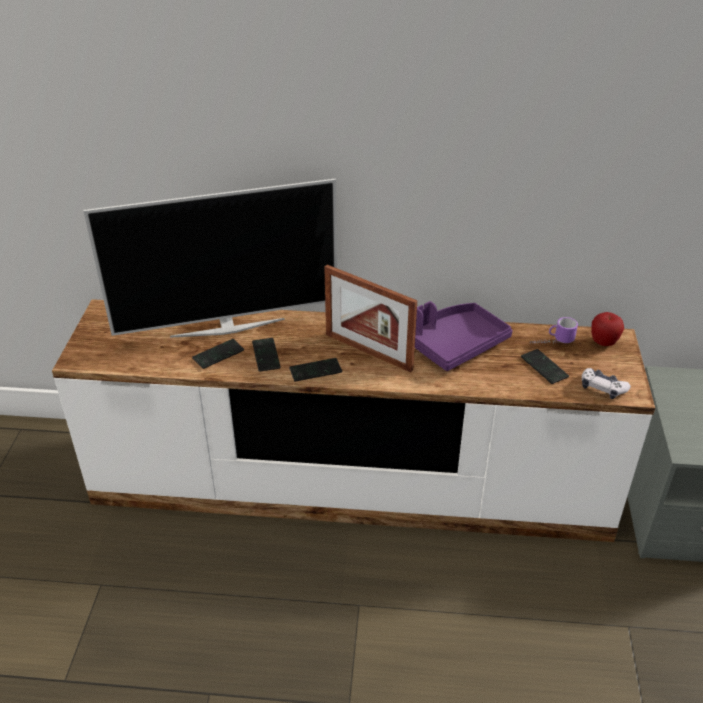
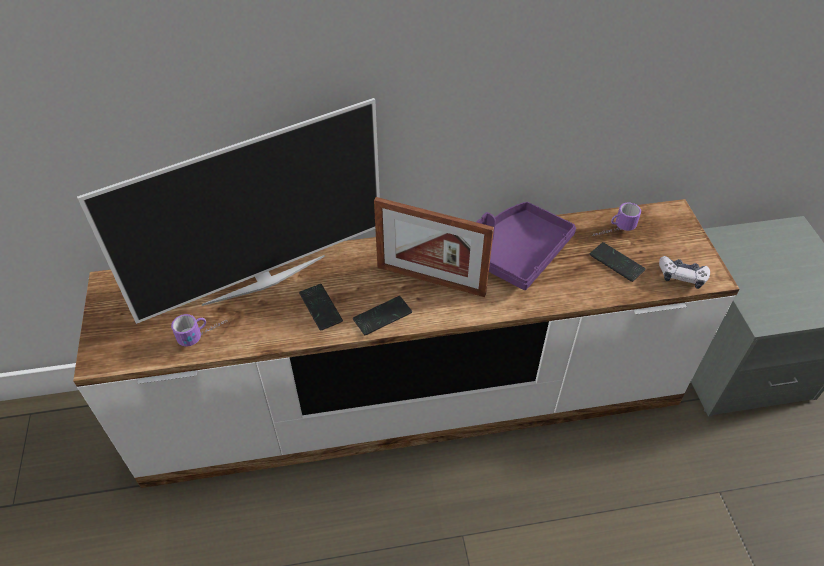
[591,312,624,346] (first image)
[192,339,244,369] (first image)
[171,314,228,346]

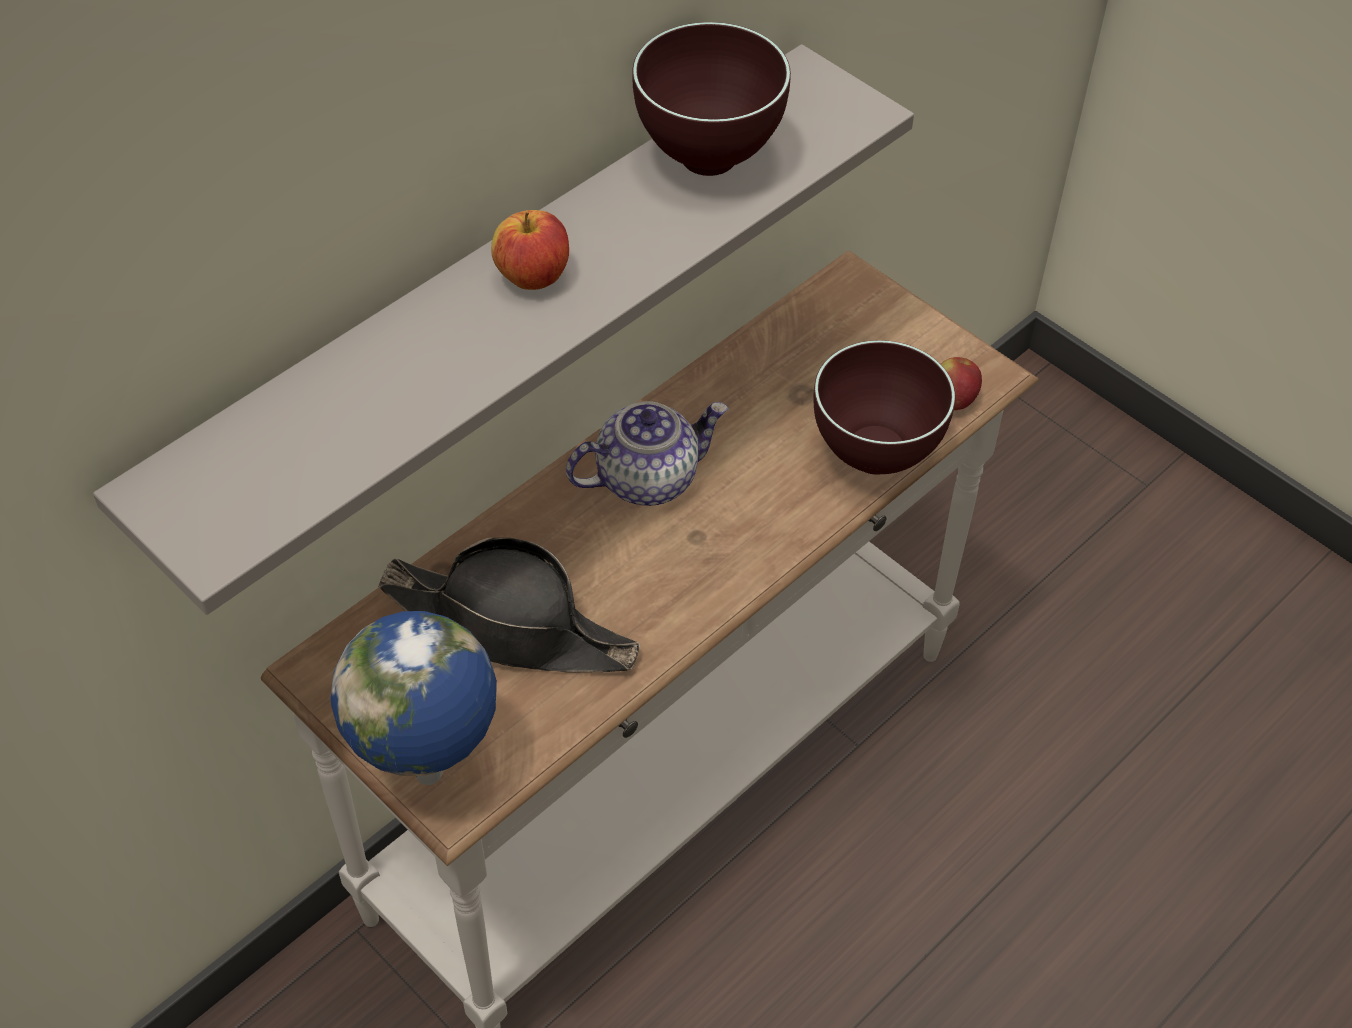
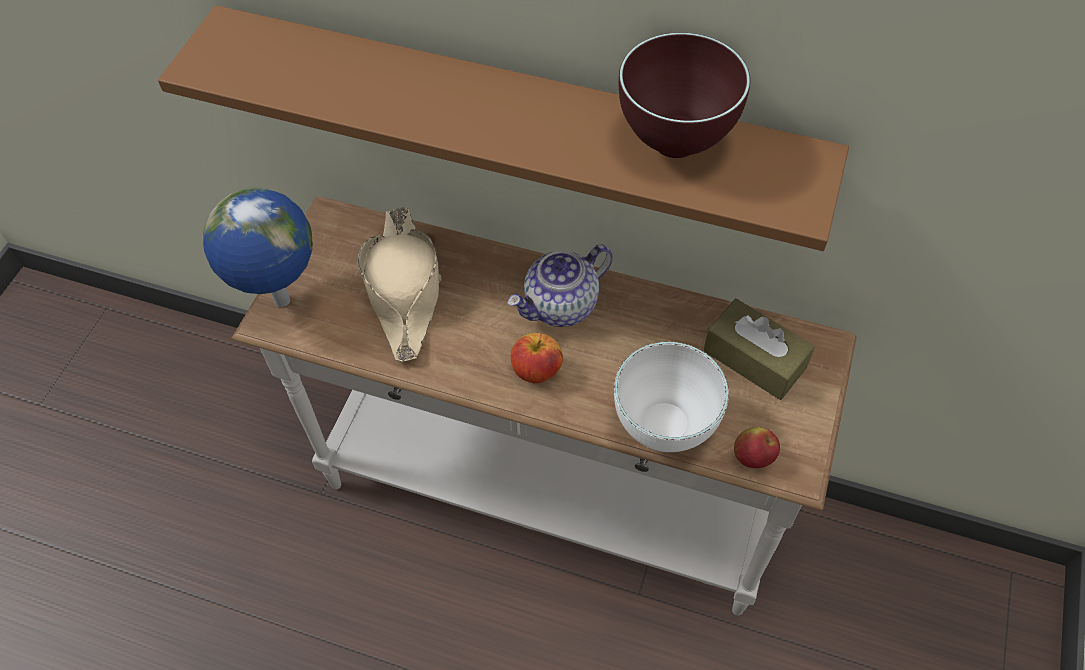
[158,5,849,251]
[510,333,563,384]
[614,342,729,452]
[507,244,613,327]
[358,207,442,362]
[704,298,815,400]

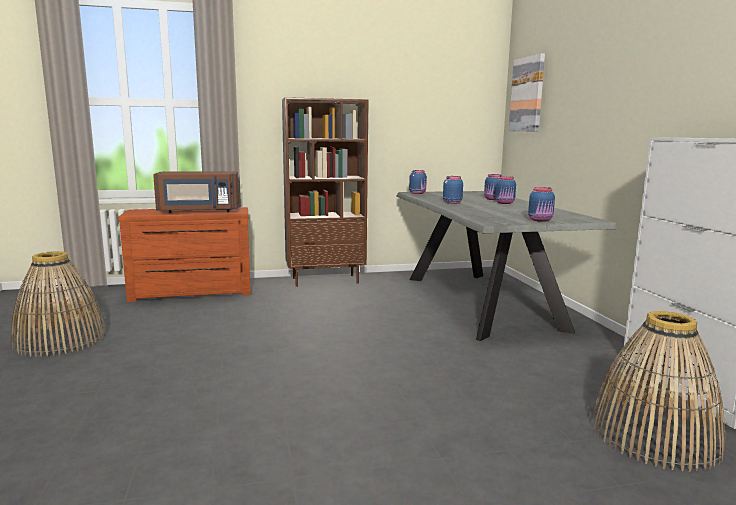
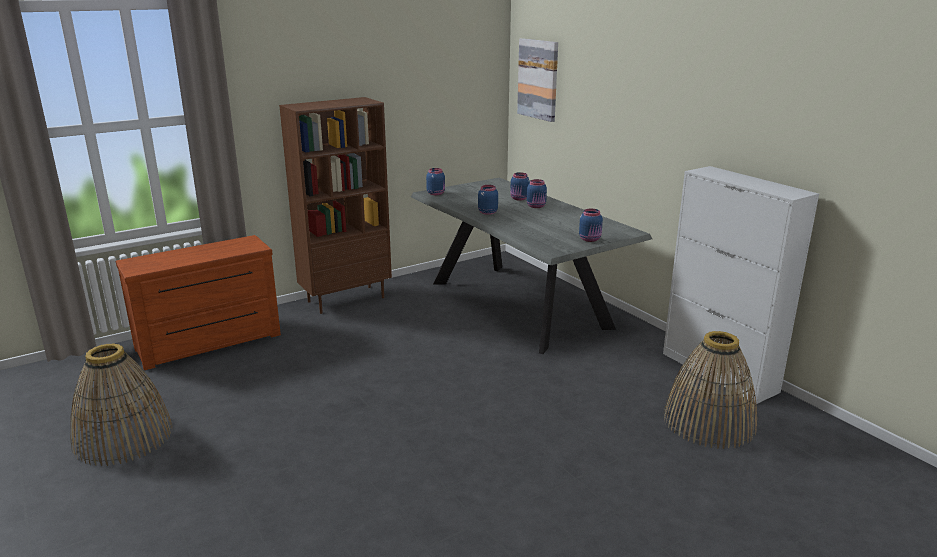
[153,172,239,213] (first image)

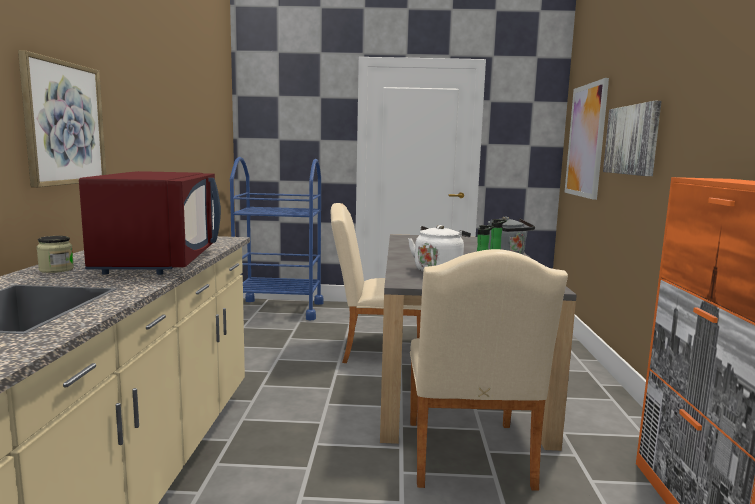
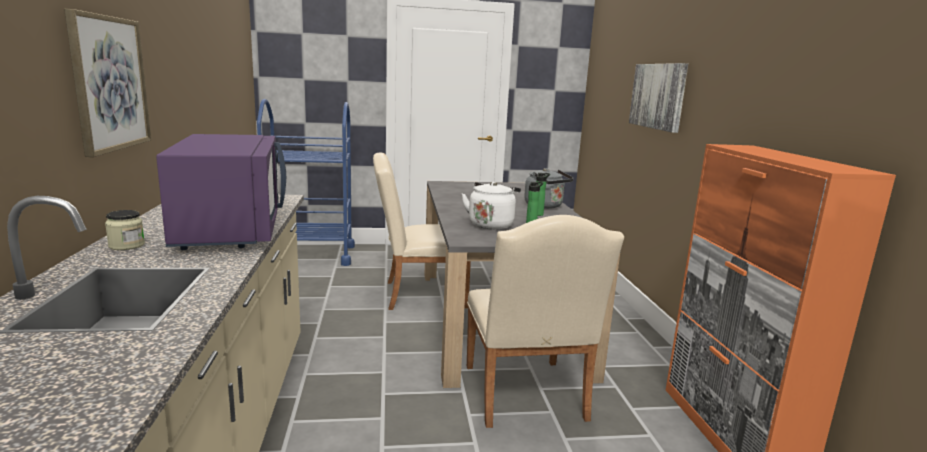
[564,78,609,200] (first image)
[156,134,286,250]

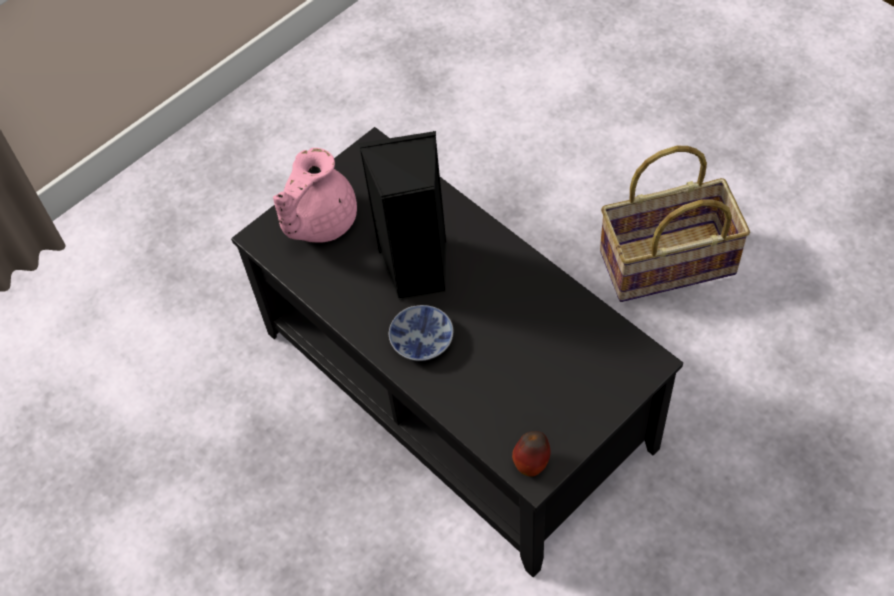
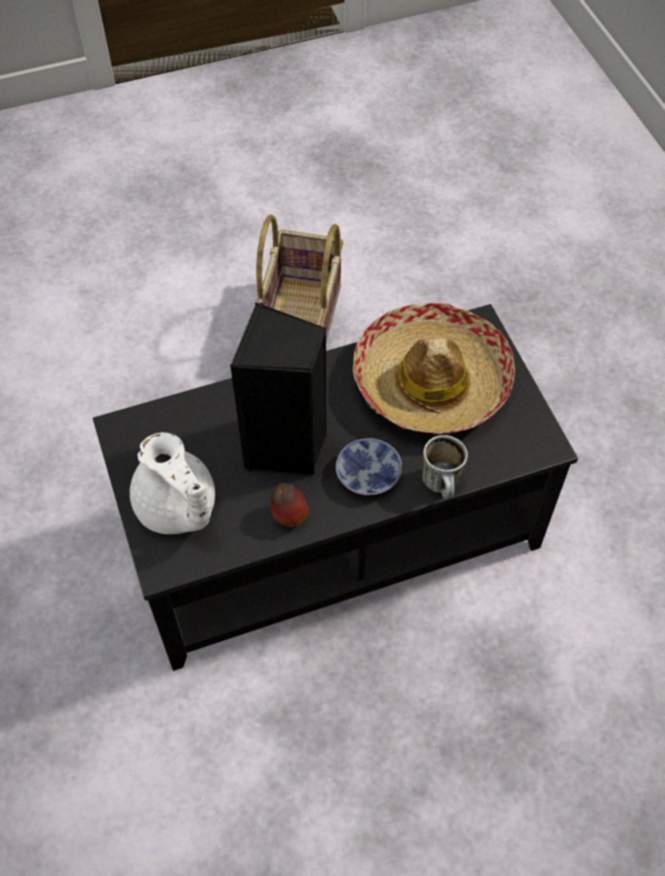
[130,432,215,534]
[271,483,308,527]
[353,303,515,434]
[422,435,468,499]

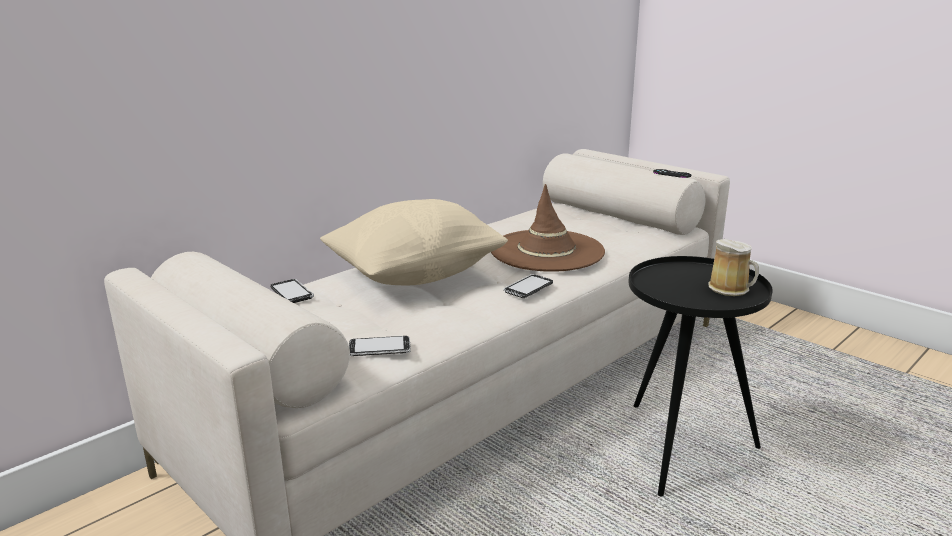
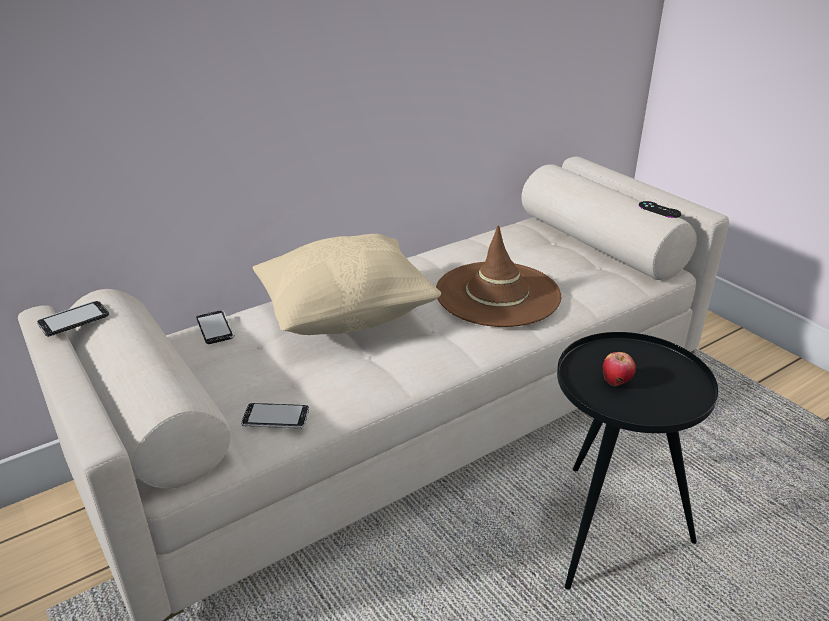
[709,239,759,296] (first image)
[37,301,109,337]
[603,352,636,386]

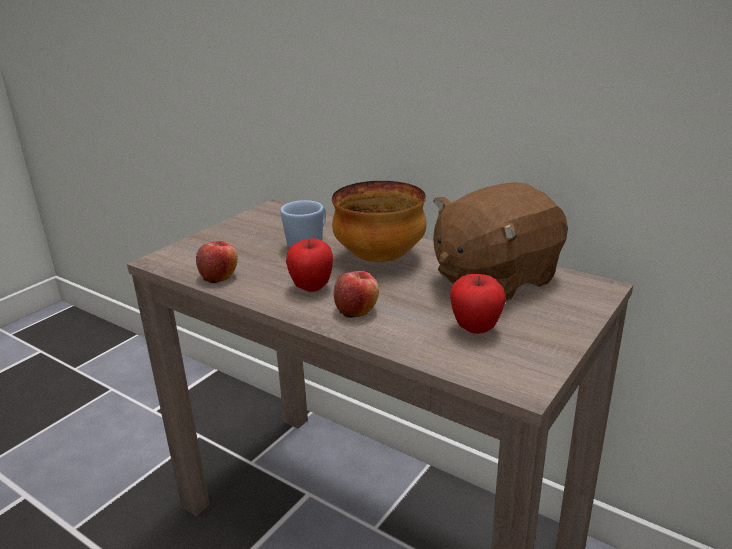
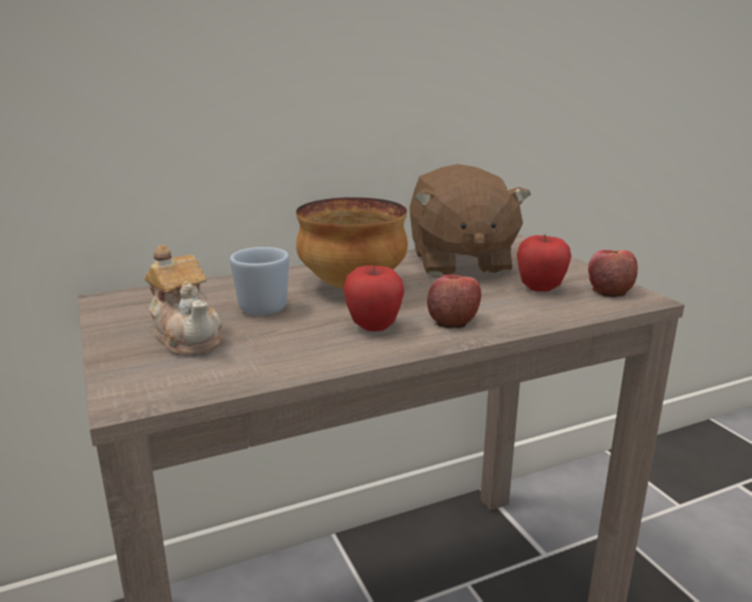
[588,250,638,297]
[144,245,222,356]

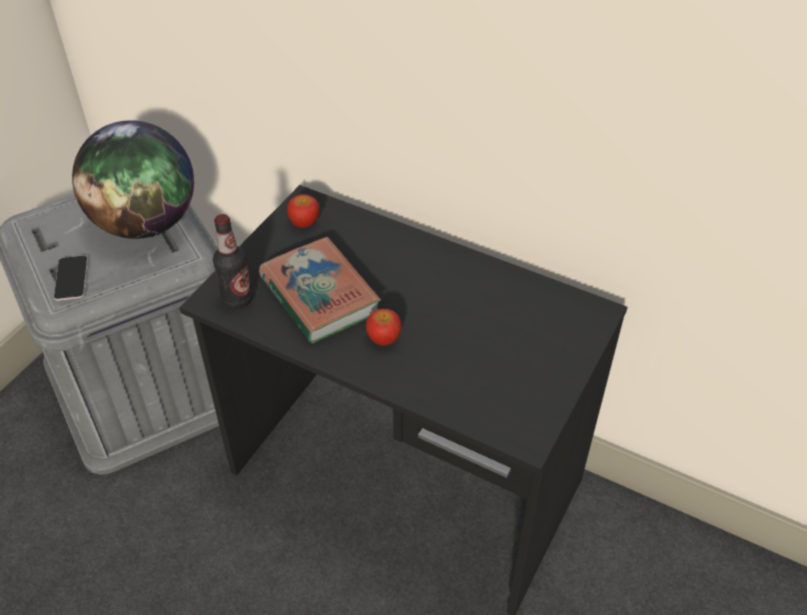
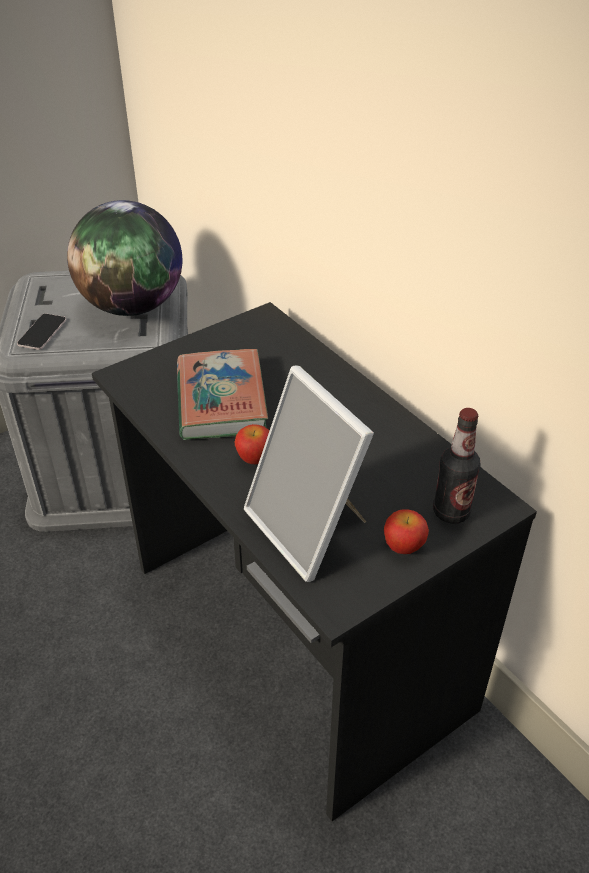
[384,509,429,554]
[433,408,481,524]
[244,366,374,582]

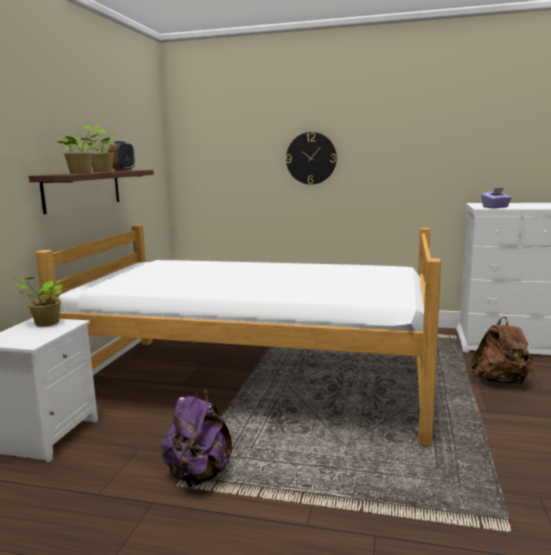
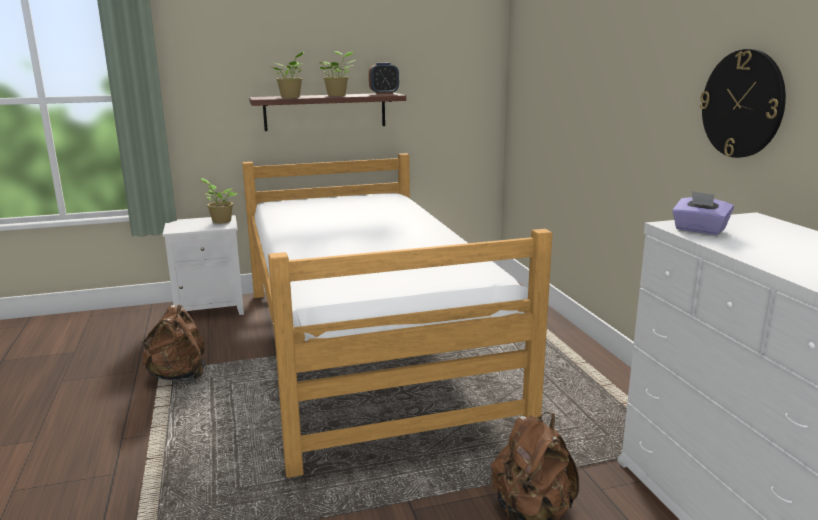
[700,49,786,158]
[141,305,205,380]

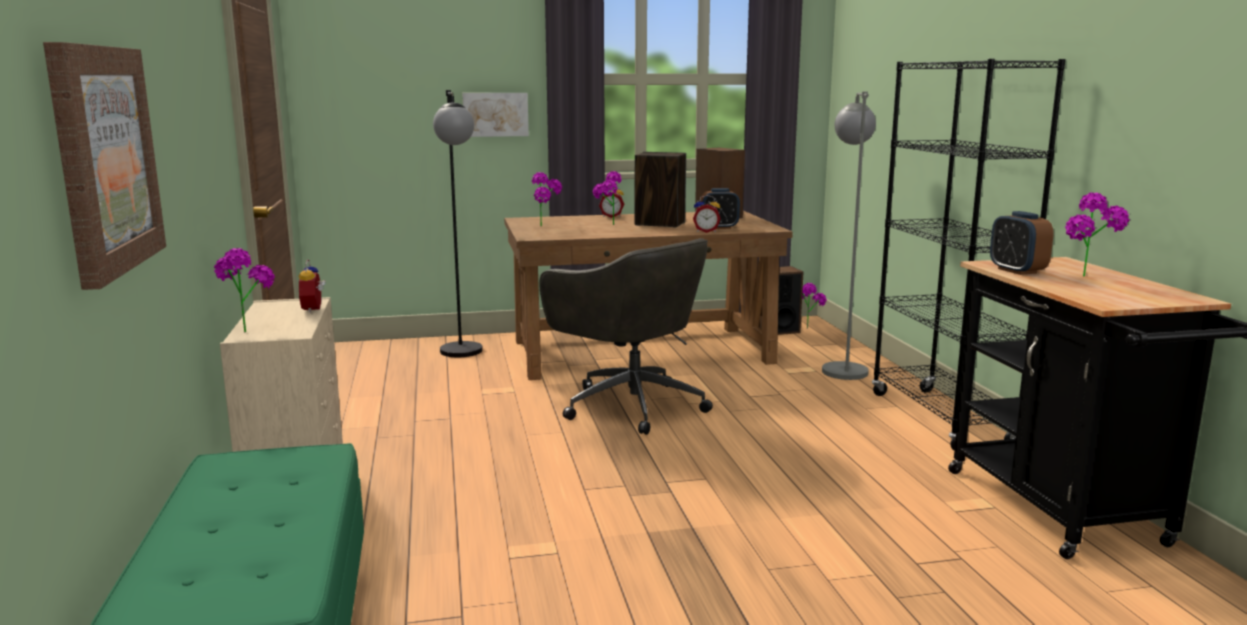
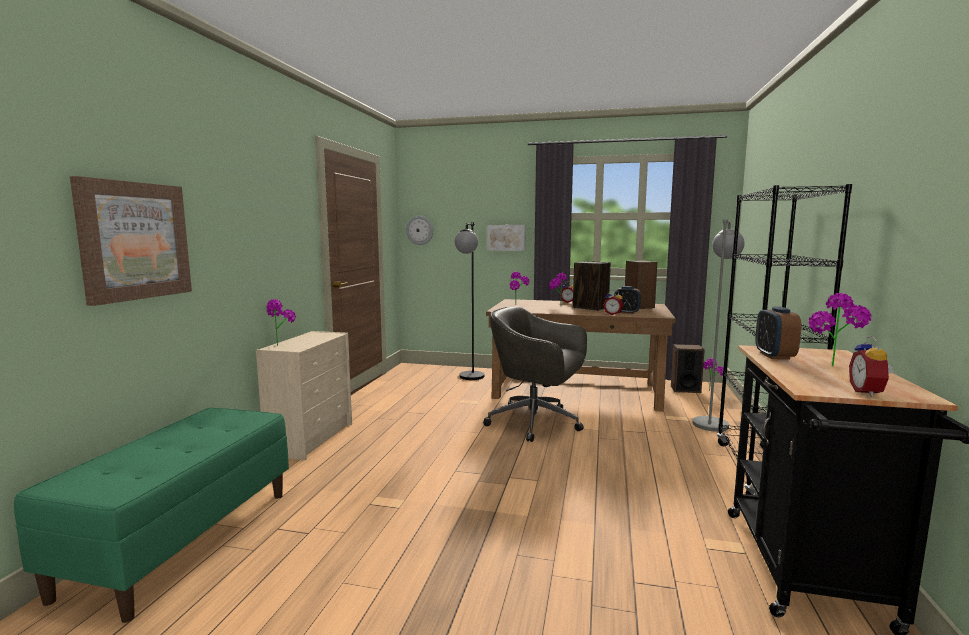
[483,307,587,442]
[849,336,894,397]
[406,216,433,245]

